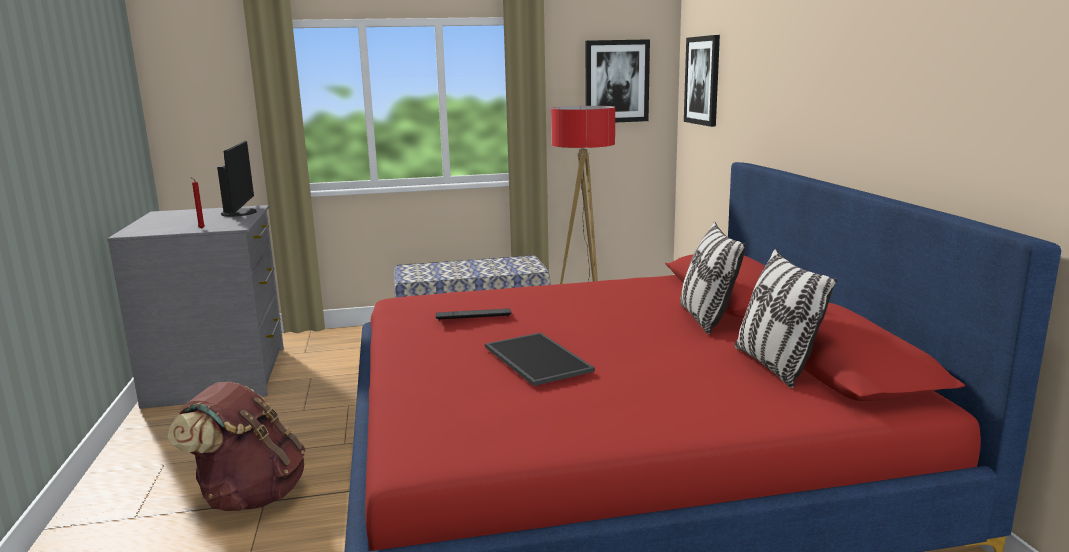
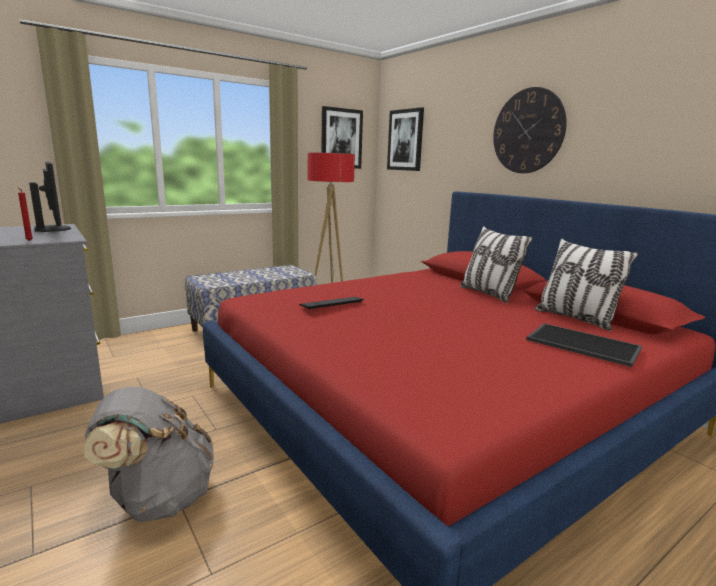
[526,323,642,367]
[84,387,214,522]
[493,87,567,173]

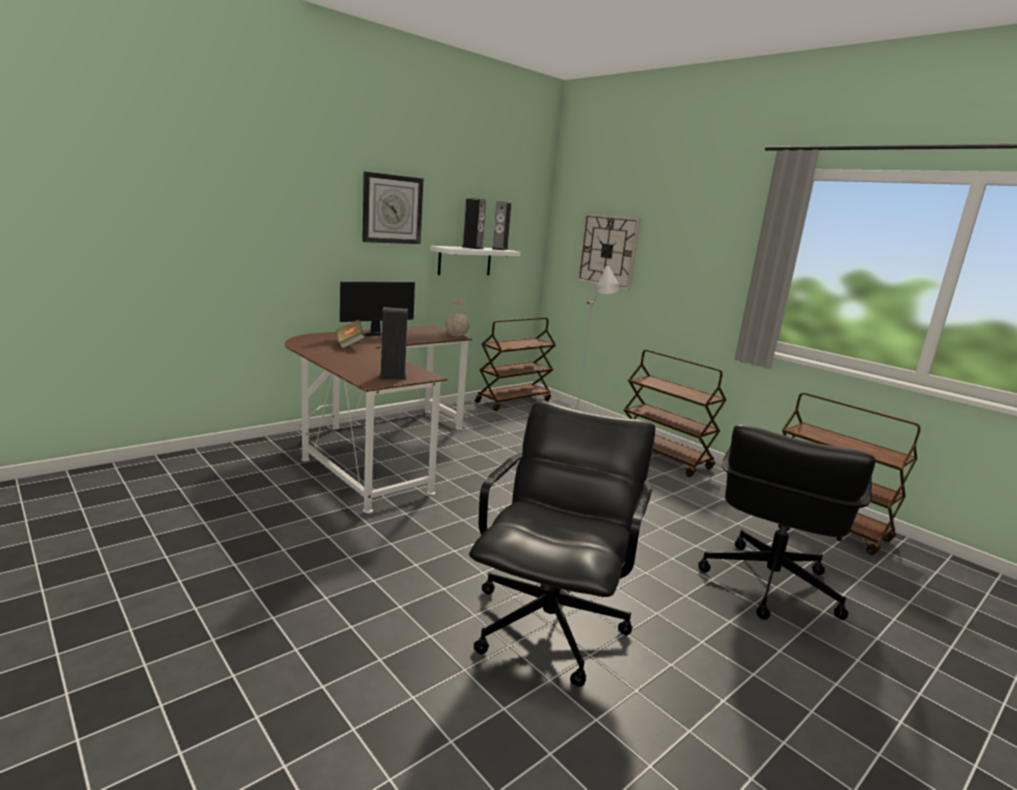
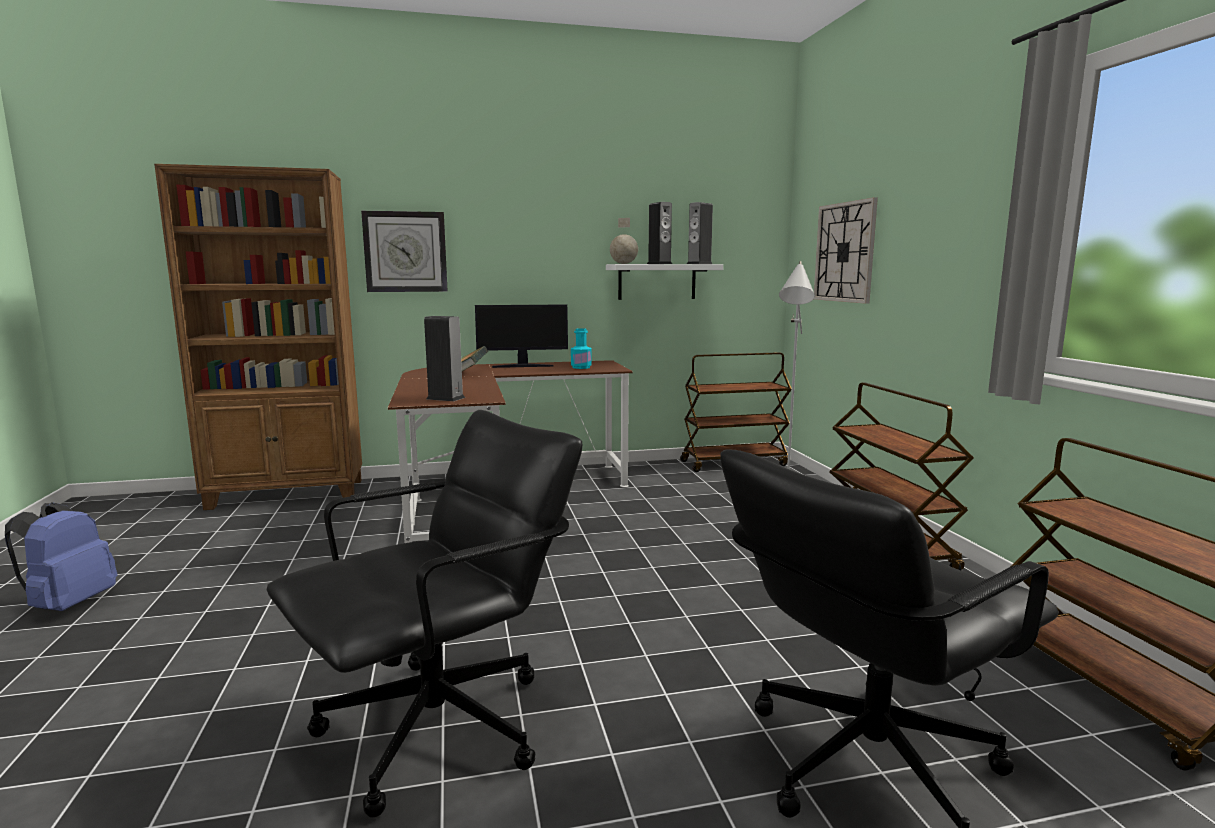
[361,211,448,292]
[610,218,638,264]
[154,164,362,510]
[571,328,592,369]
[5,502,117,611]

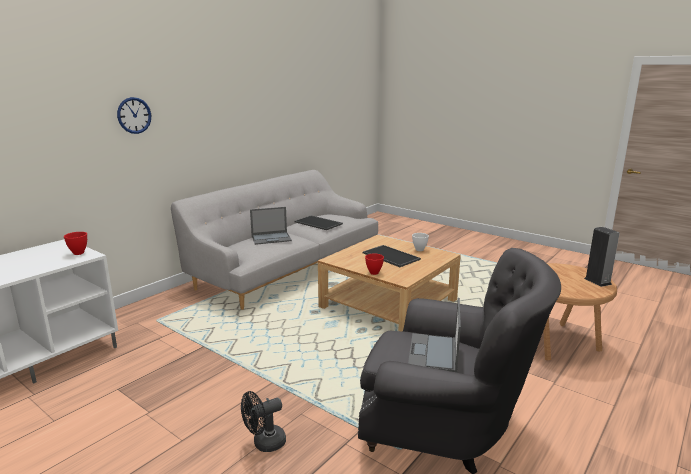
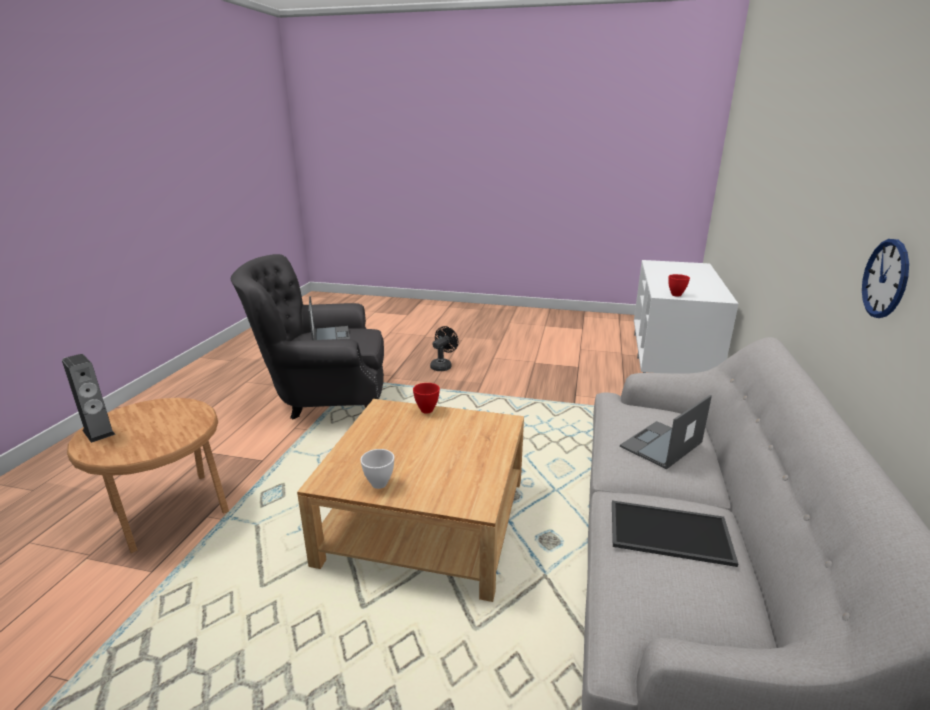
[862,239,909,318]
[363,245,421,267] (first image)

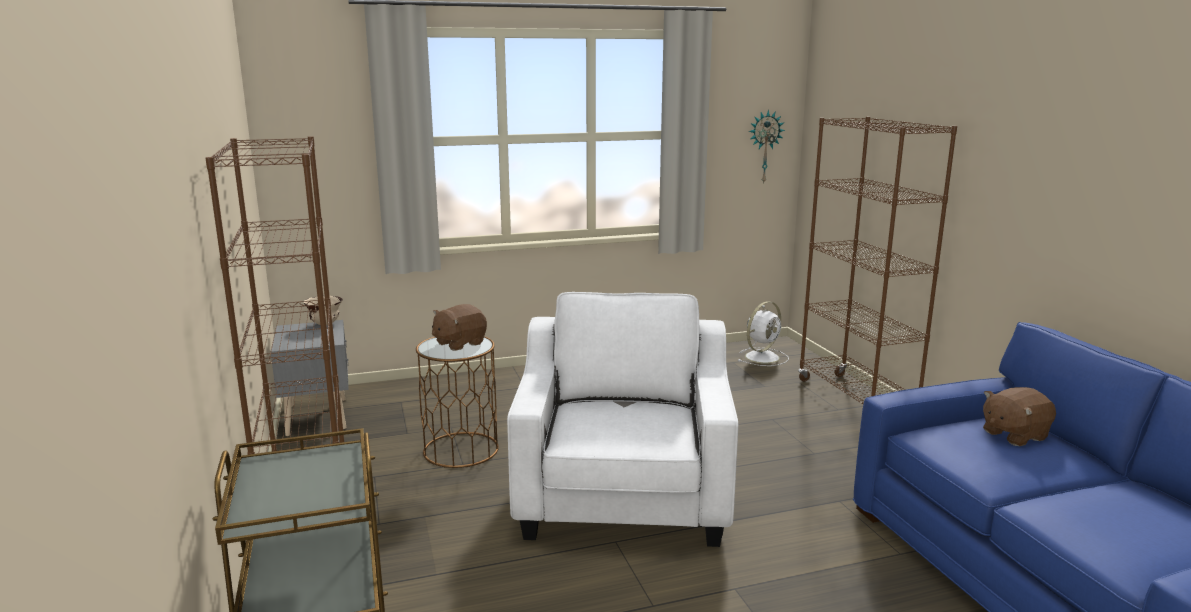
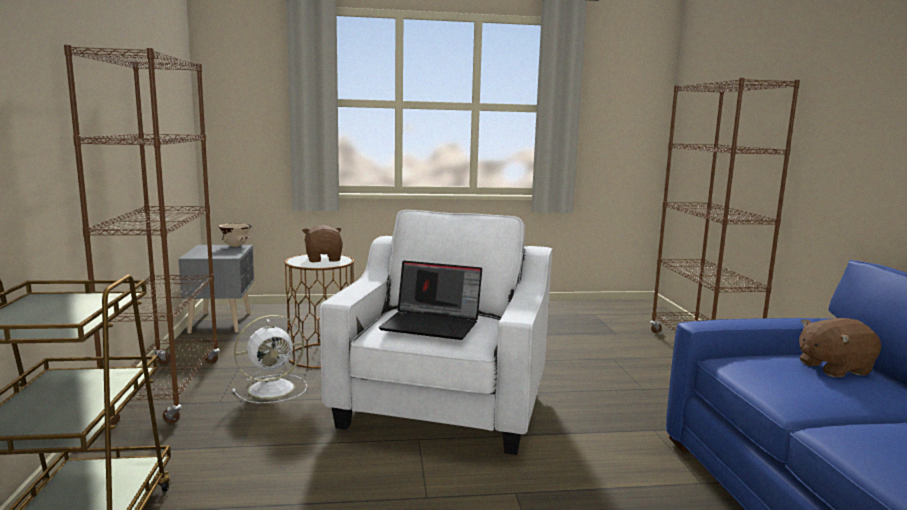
[749,110,785,184] (first image)
[232,315,307,403]
[302,225,343,262]
[379,261,482,340]

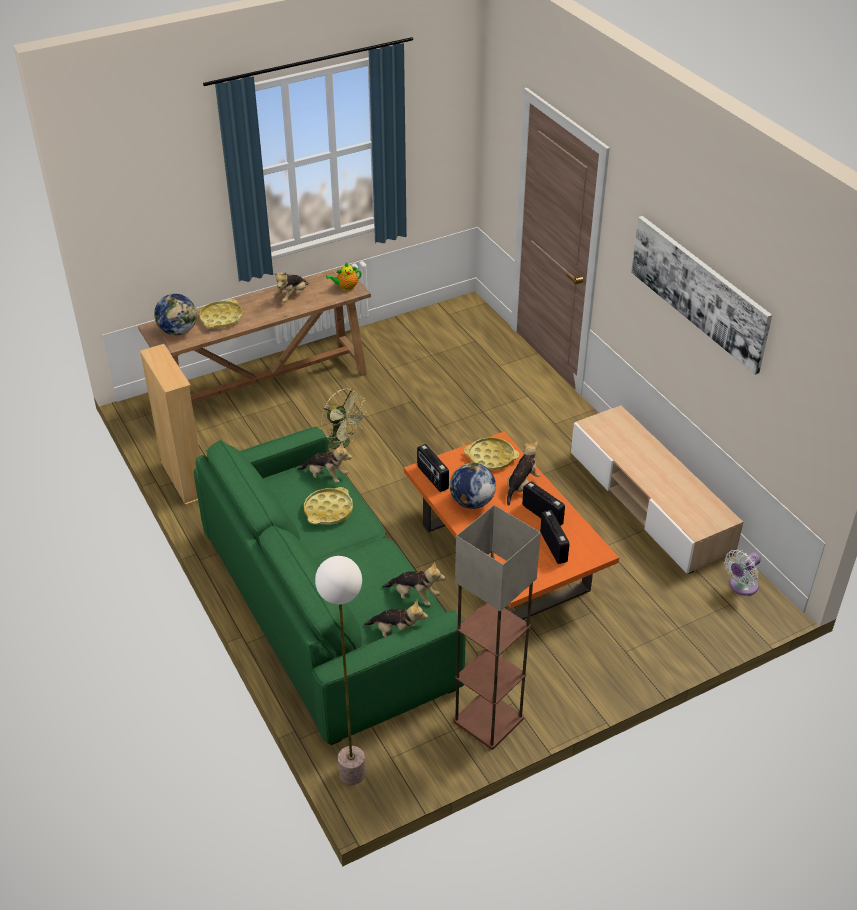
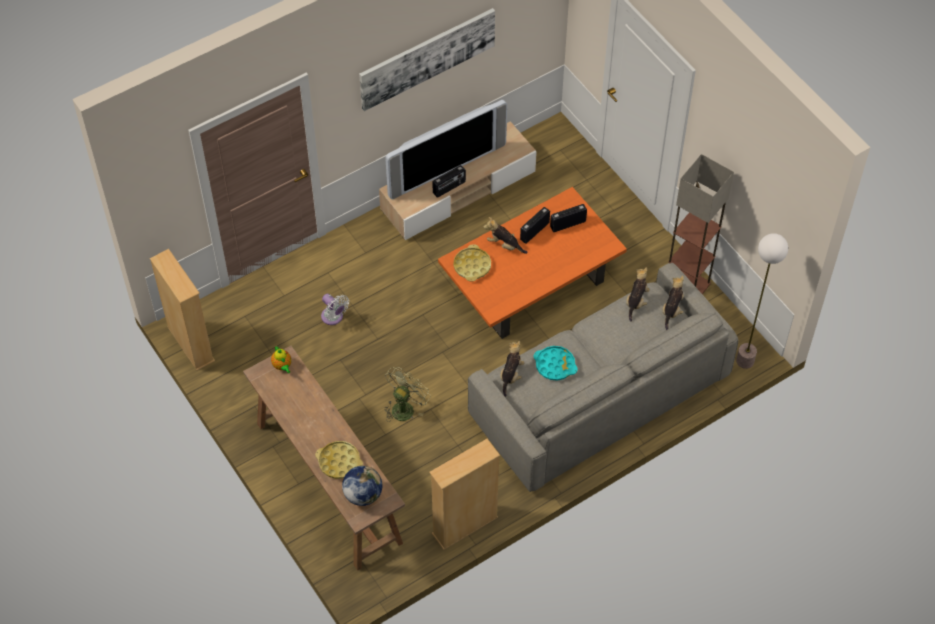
[274,272,309,302] (first image)
[468,263,738,492]
[432,165,466,198]
[449,463,496,509] (first image)
[534,346,578,381]
[321,294,349,325]
[385,100,507,199]
[150,249,215,371]

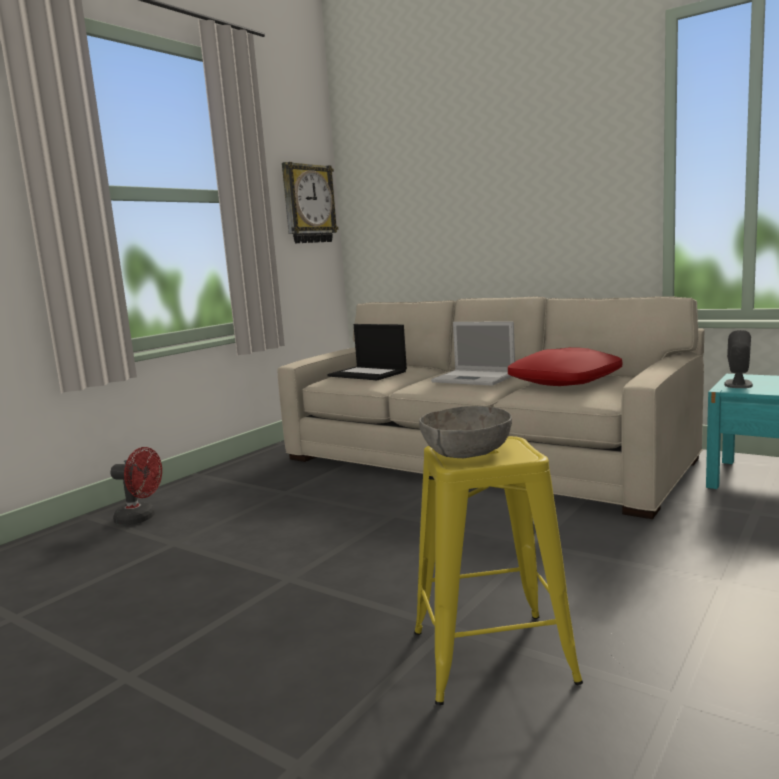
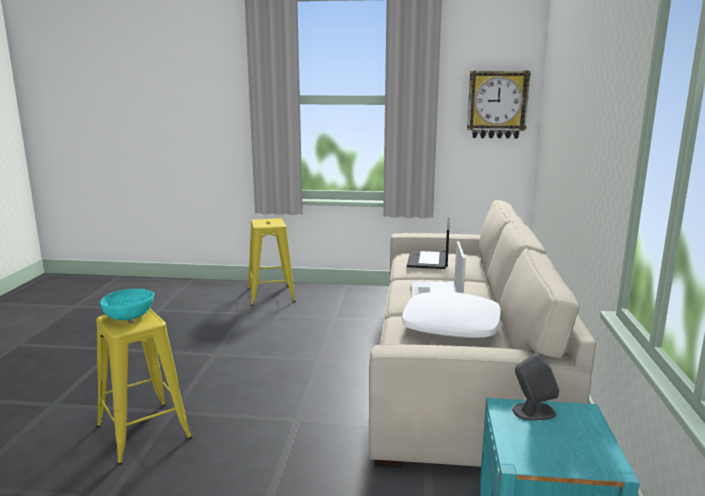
[402,292,501,338]
[100,289,154,320]
[248,218,296,306]

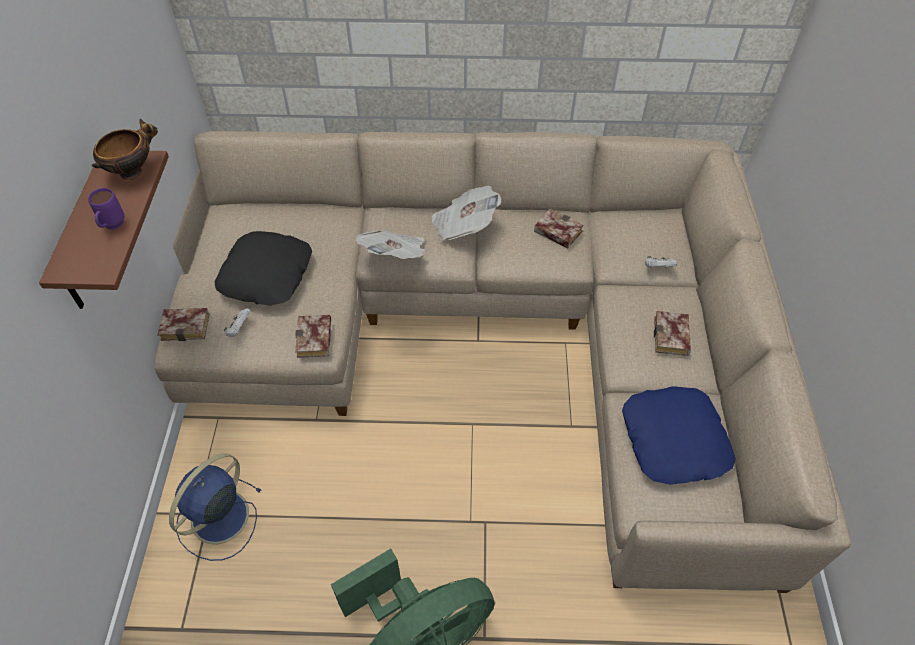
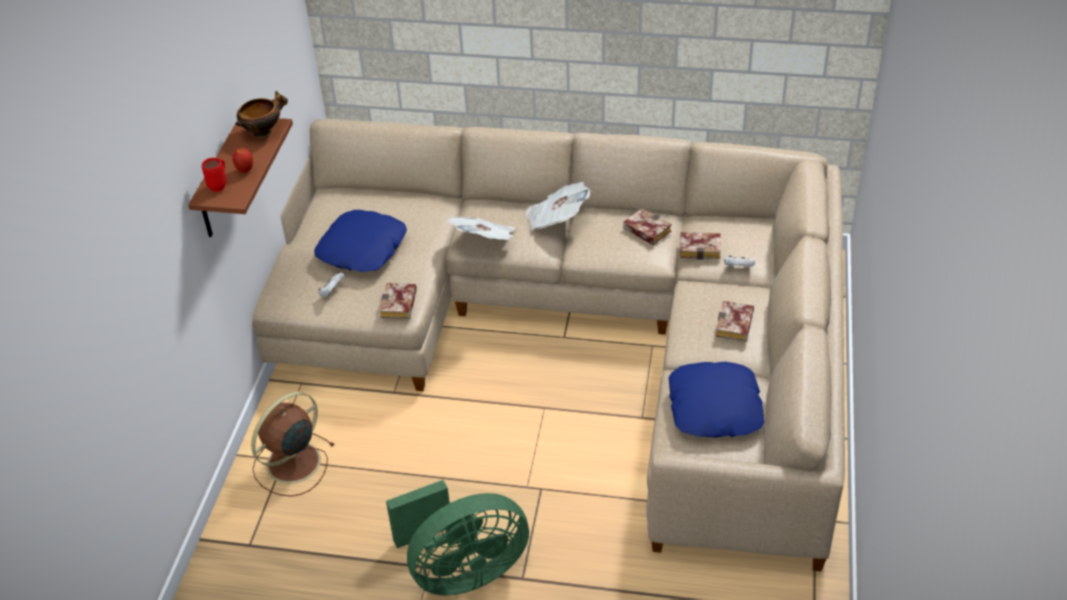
[232,148,253,173]
[314,210,407,272]
[680,232,721,260]
[251,392,334,497]
[202,158,226,192]

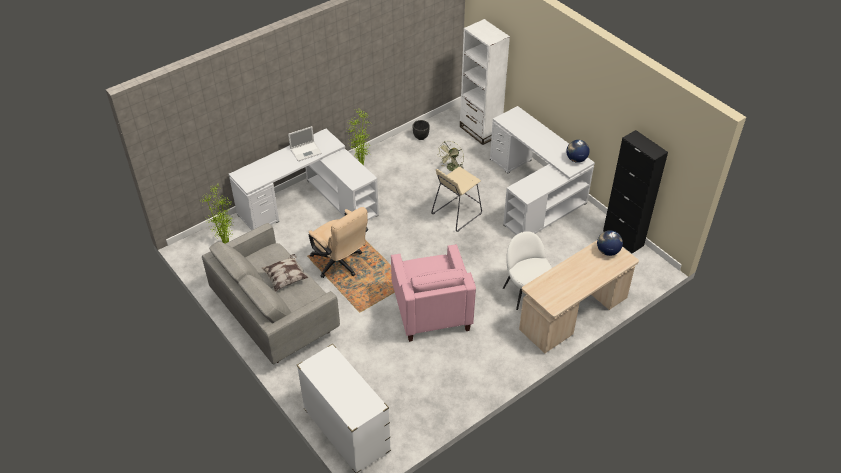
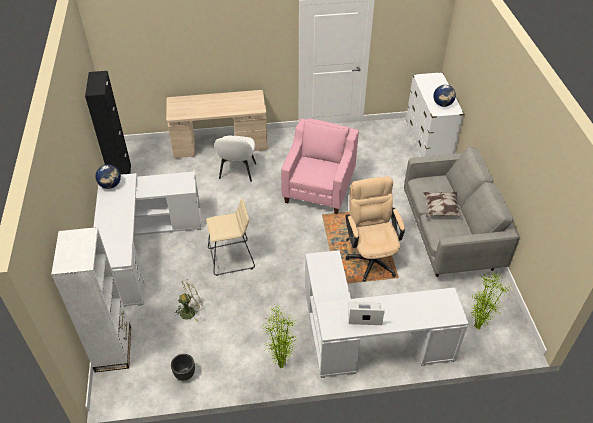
[433,85,456,107]

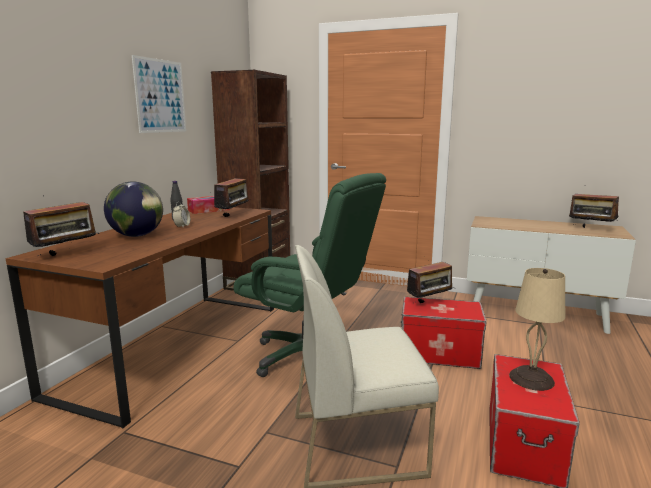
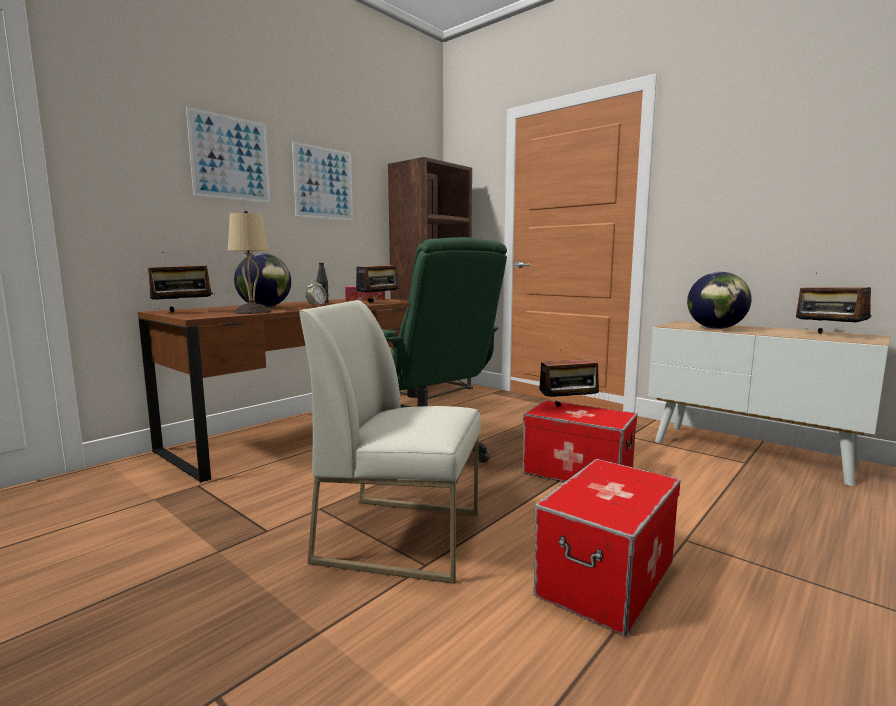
[228,211,271,314]
[186,106,271,203]
[687,272,752,329]

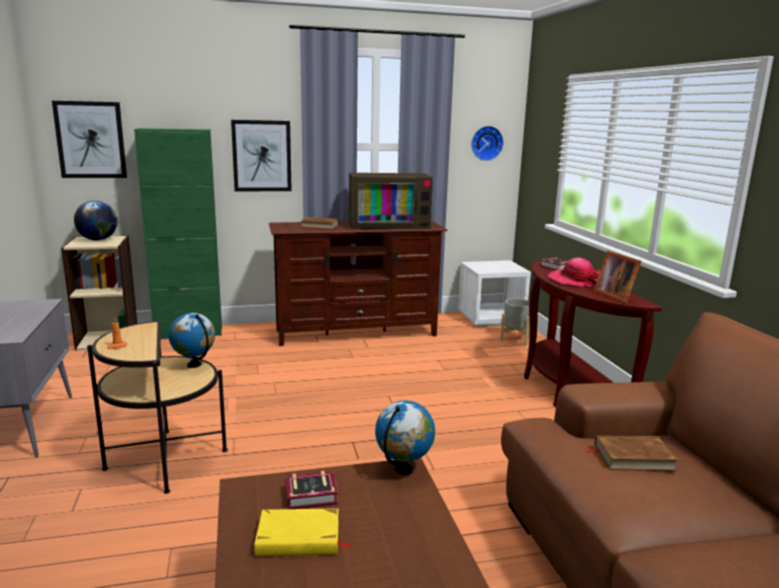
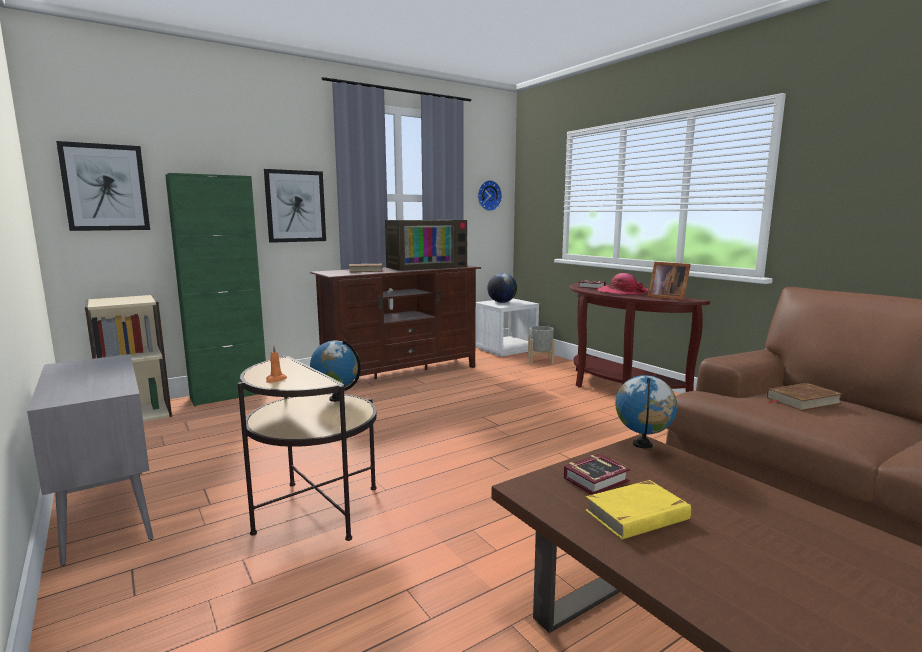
[487,273,517,303]

